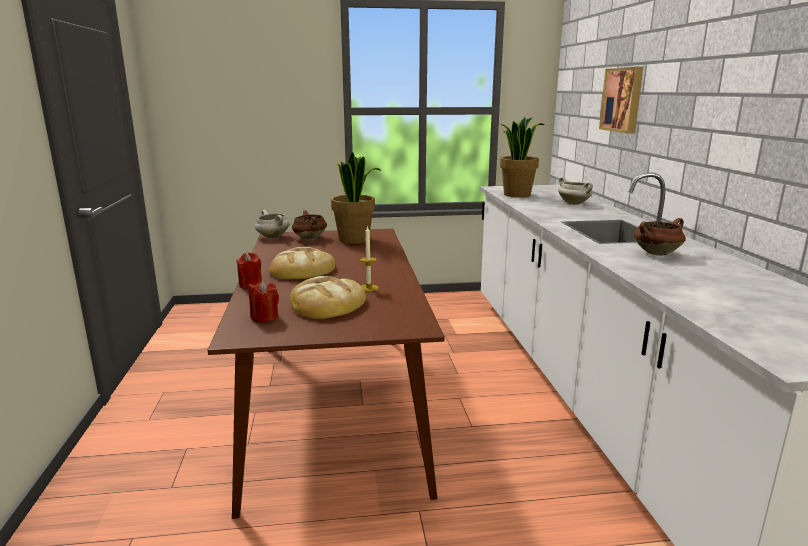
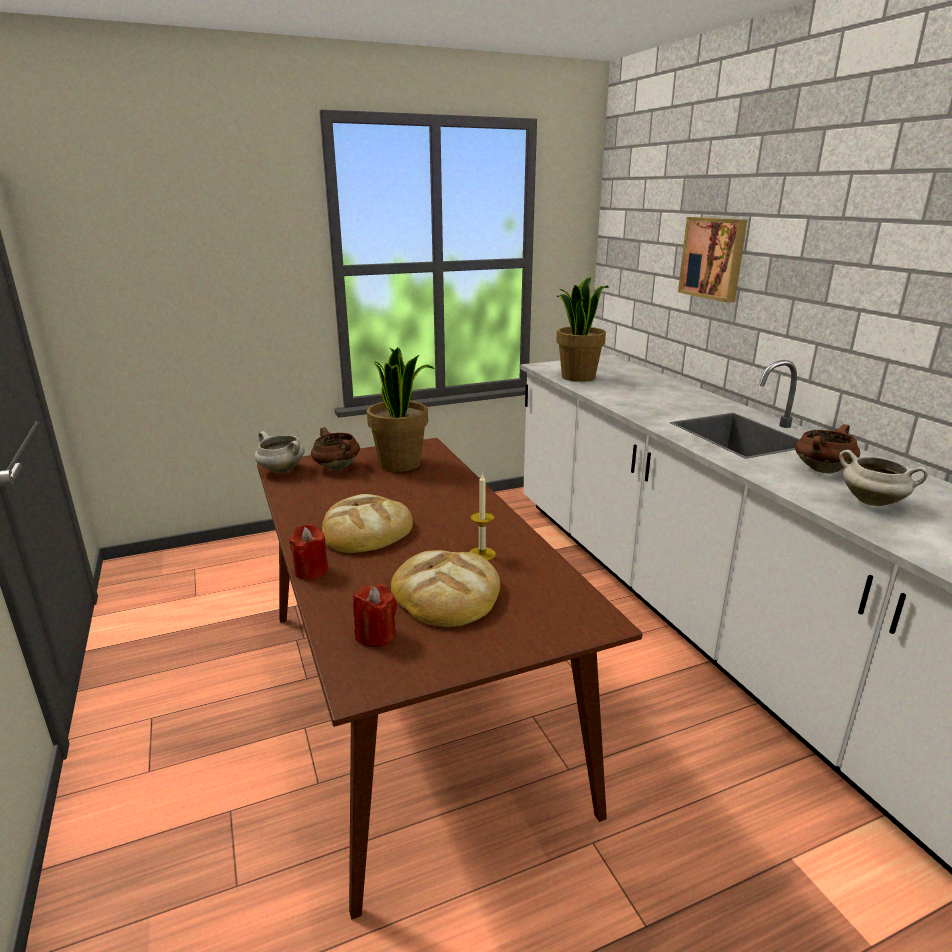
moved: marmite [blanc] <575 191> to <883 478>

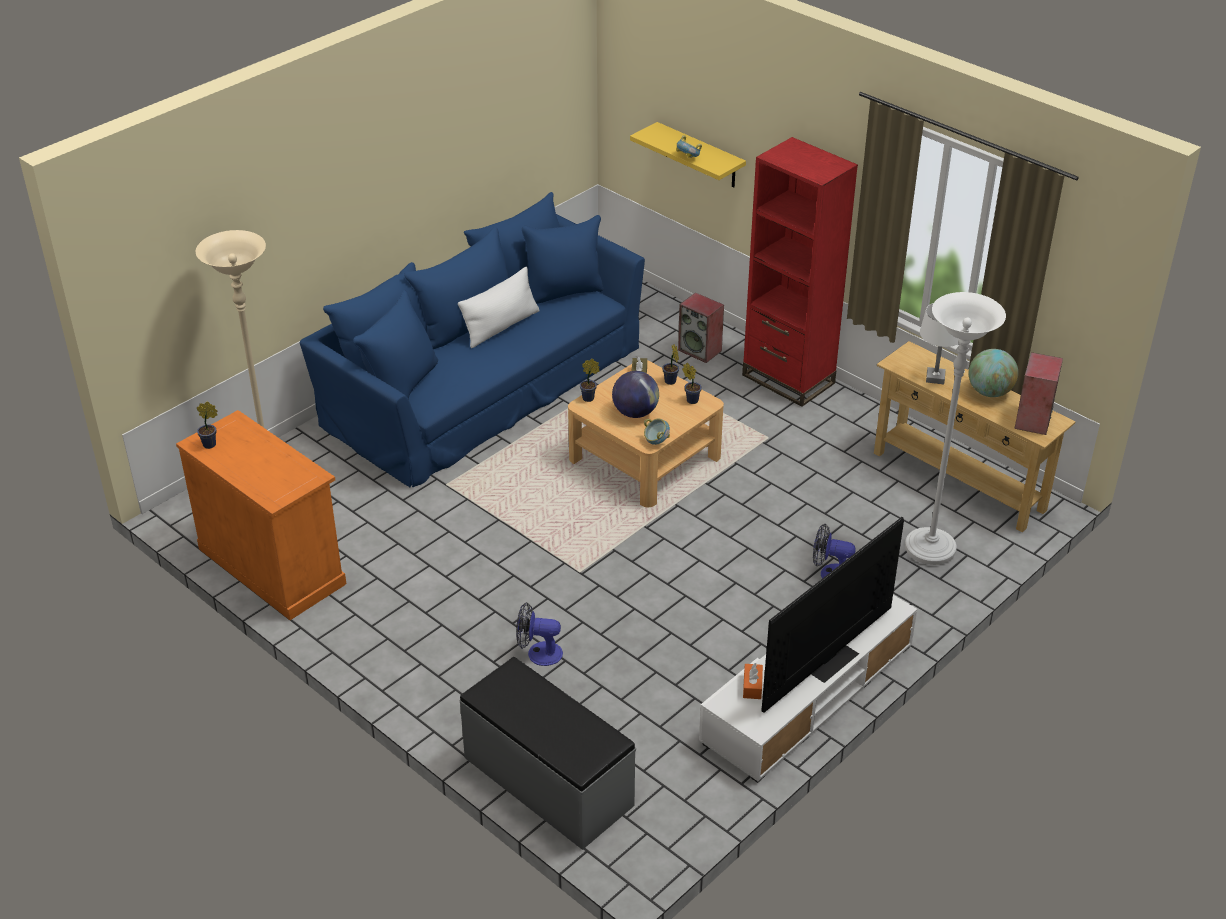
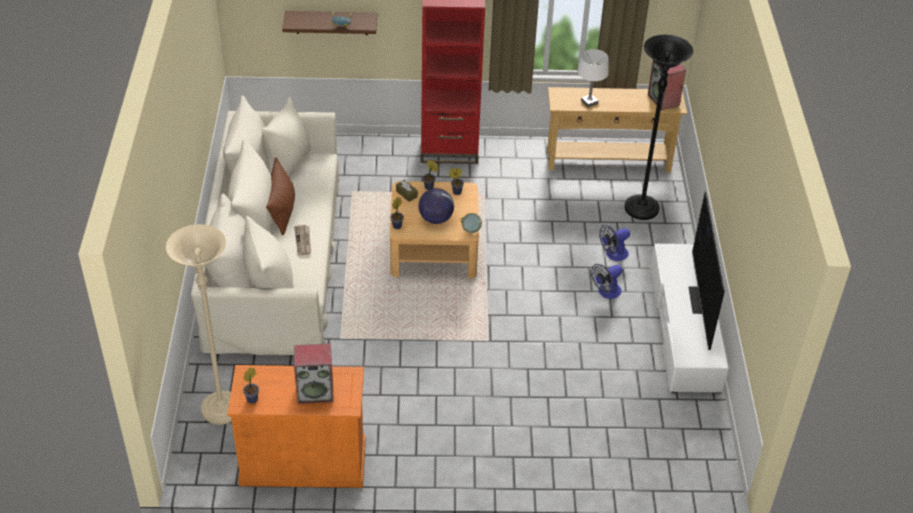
removed: globe <993 373>; banc [gris] <548 753>; boîte à mouchoirs [orange] <753 681>
added: journal <302 240>
moved: enceinte <701 328> to <314 373>; ventilateur <539 634> to <607 281>
recoloured: étagère [jaune] <688 154> to étagère [marron] <329 23>; canapé [bleu] <472 339> to canapé [beige] <265 225>; coussin [blanc] <499 307> to coussin [marron] <280 196>; lampadaire [blanc] <955 428> to lampadaire [noir] <659 127>

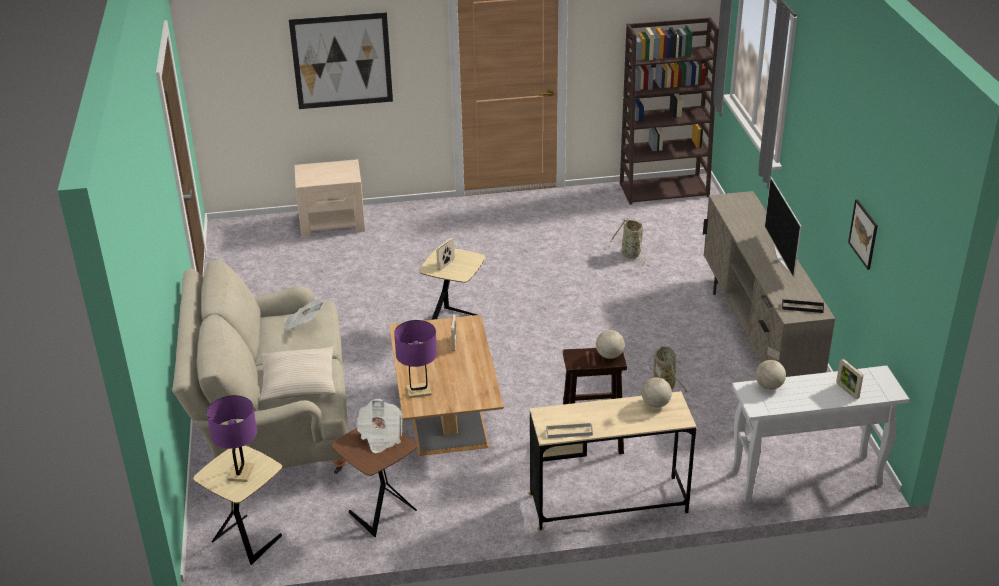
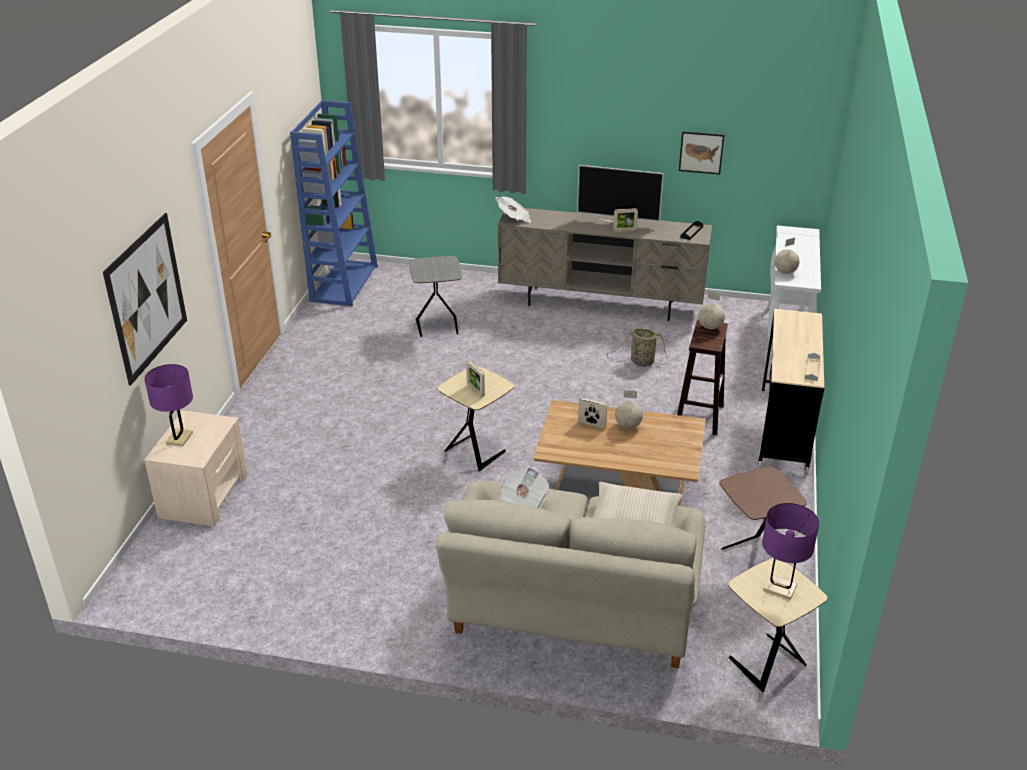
moved: lampe de table [violet] <415 359> to <168 405>; cadre photo <849 379> to <625 220>; globe <656 386> to <629 409>; journal <379 426> to <513 209>
replaced: panier <629 243> to table d'appoint [gris] <435 296>
recoloured: bibliothèque [marron] <669 111> to bibliothèque [bleu] <334 203>

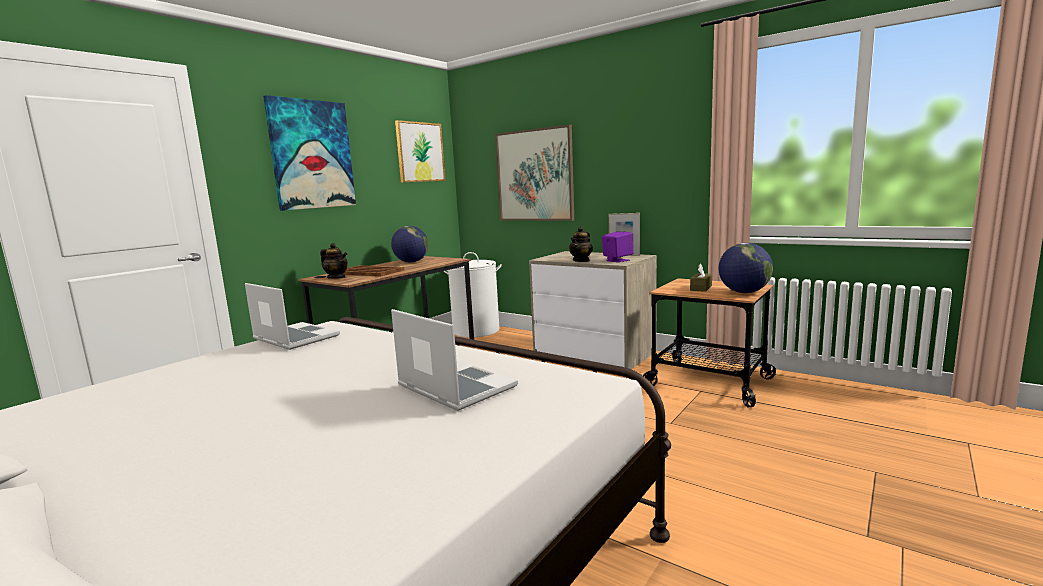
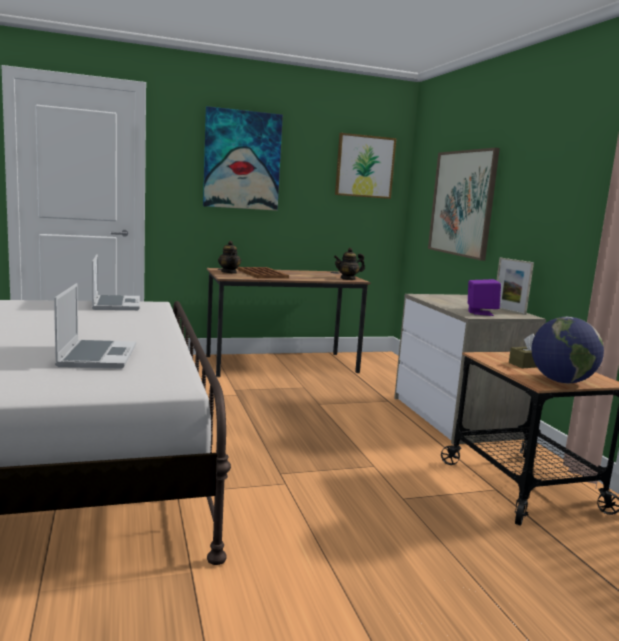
removed: globe <409 244>; panier à linge [blanc] <473 294>
moved: théière <581 244> to <349 264>

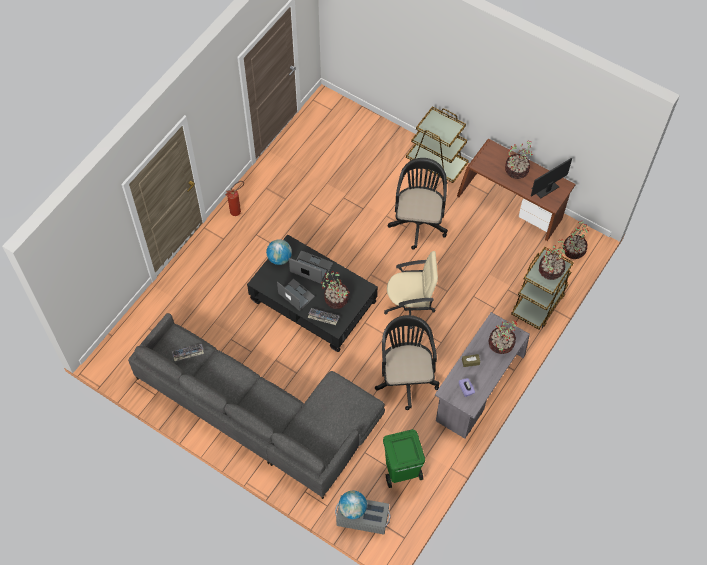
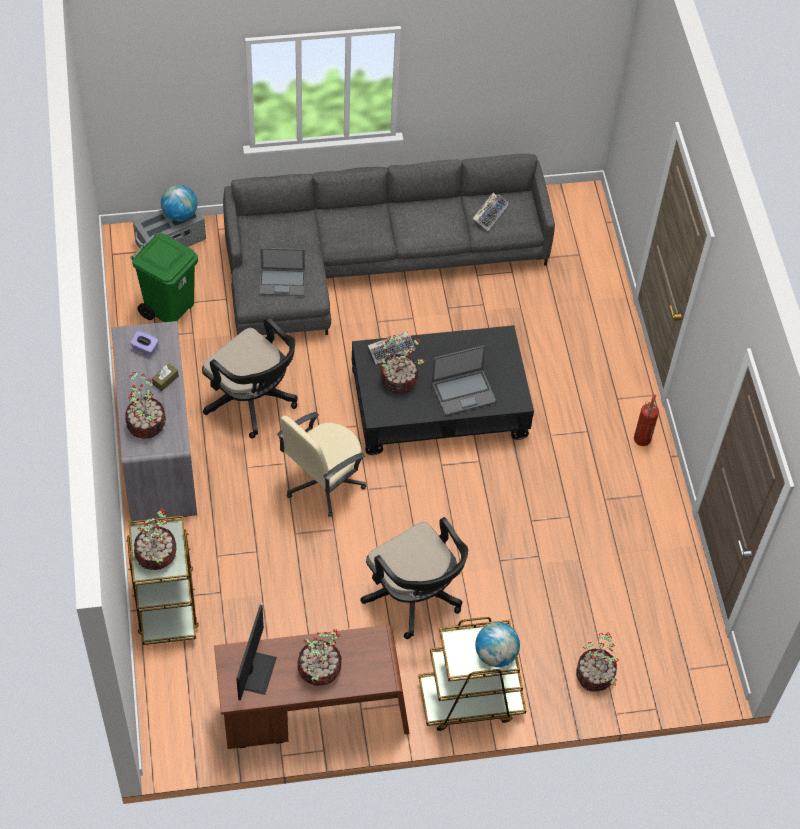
moved: plante en pot <576 239> to <597 662>; globe <279 252> to <497 644>; ordinateur portable <296 295> to <282 272>

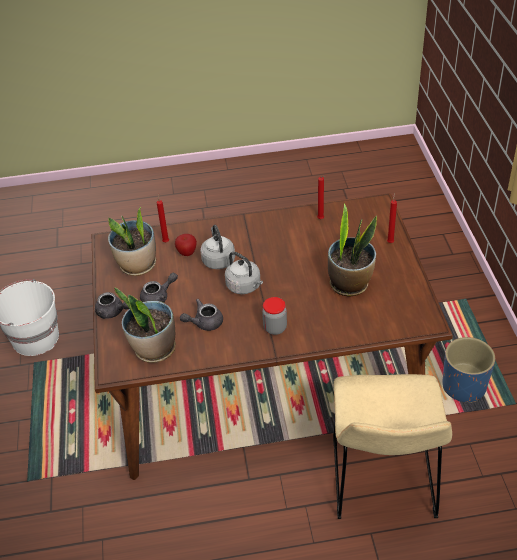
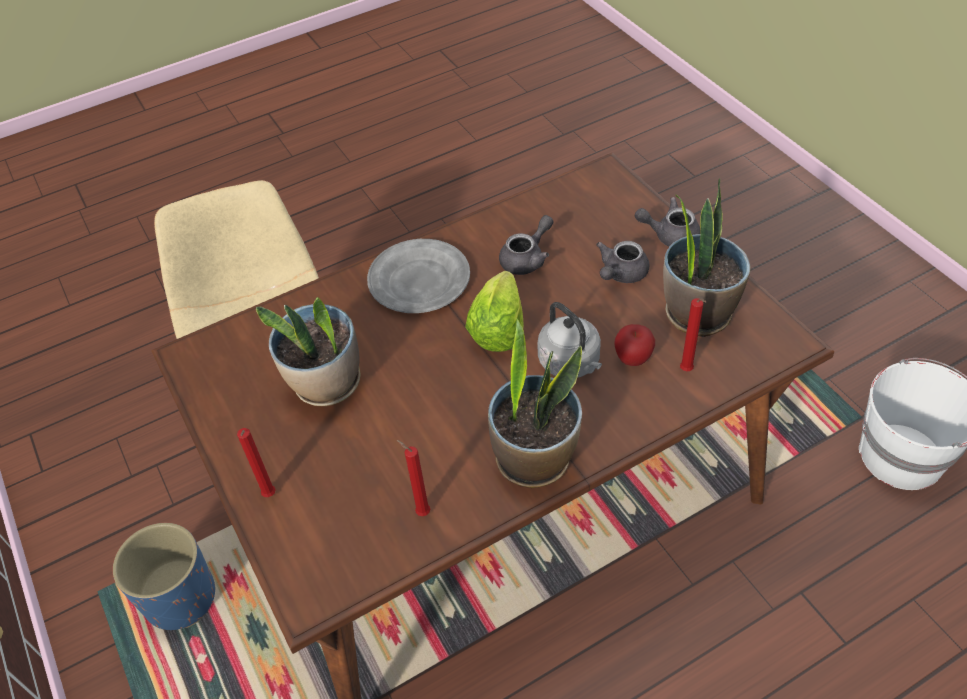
moved: plante en pot <145 325> to <535 403>
replaced: bouilloire [gris] <244 273> to laitue <494 311>; bocal <274 316> to assiette [gris] <418 276>

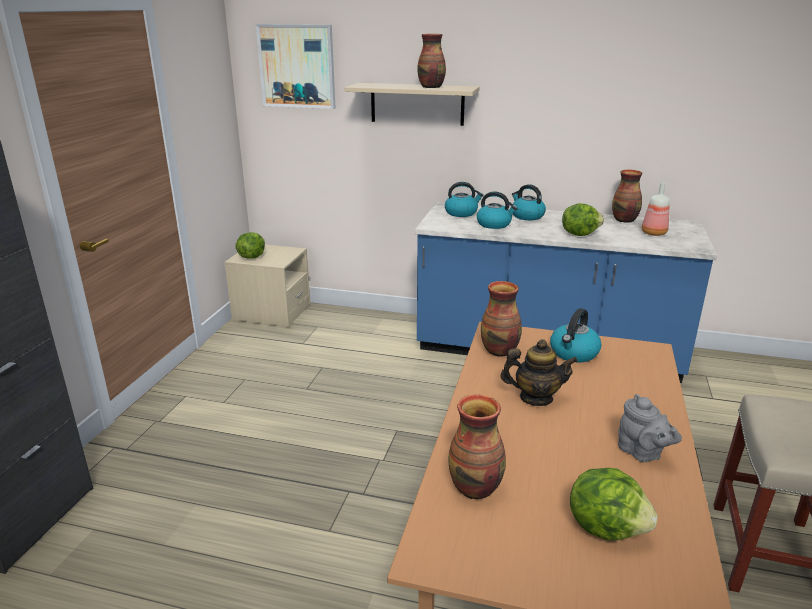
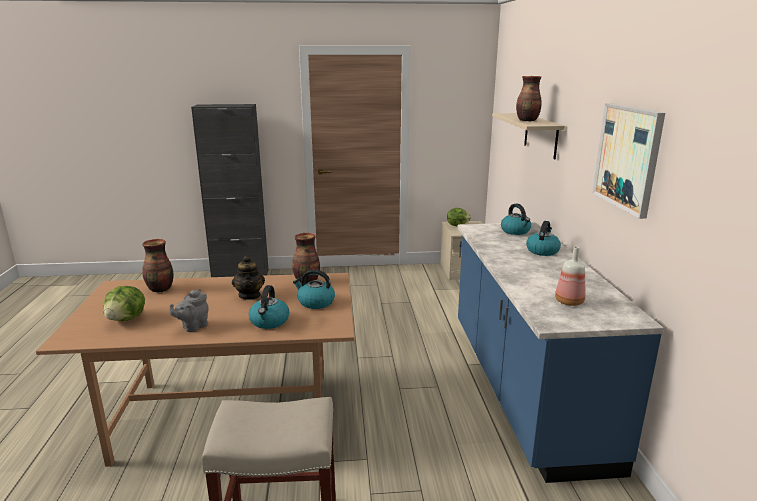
removed: vase <627 196>; laitue <583 219>
moved: tableau <295 66> to <628 161>; bouilloire <497 210> to <269 307>

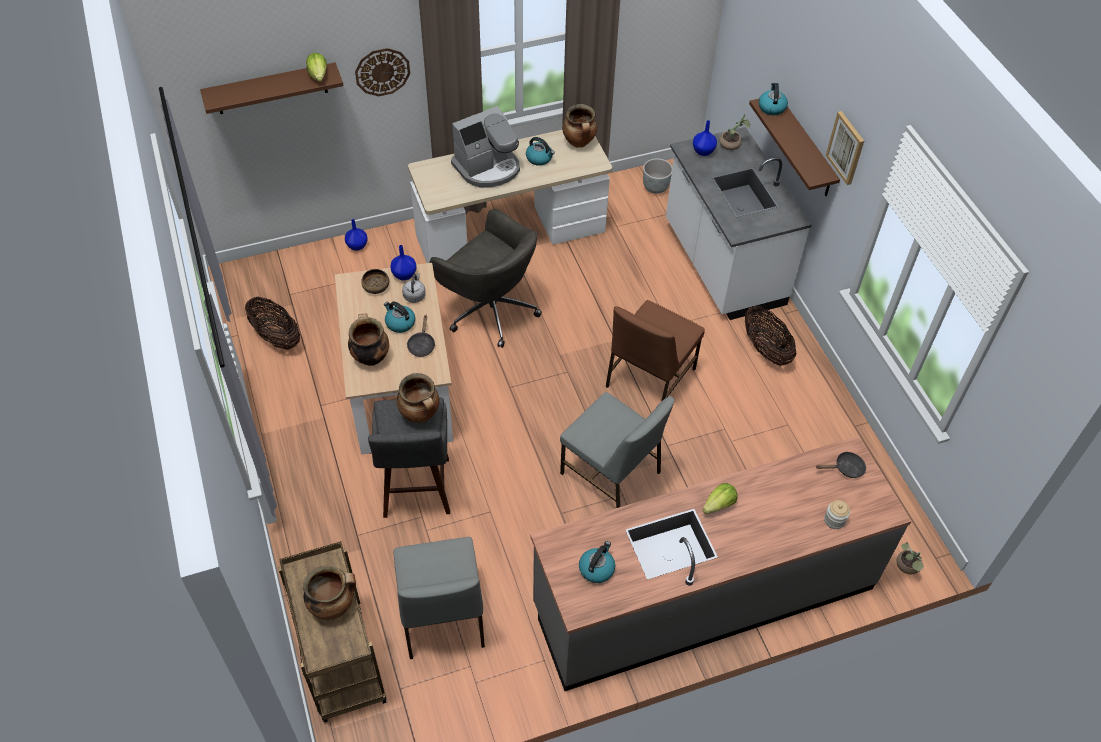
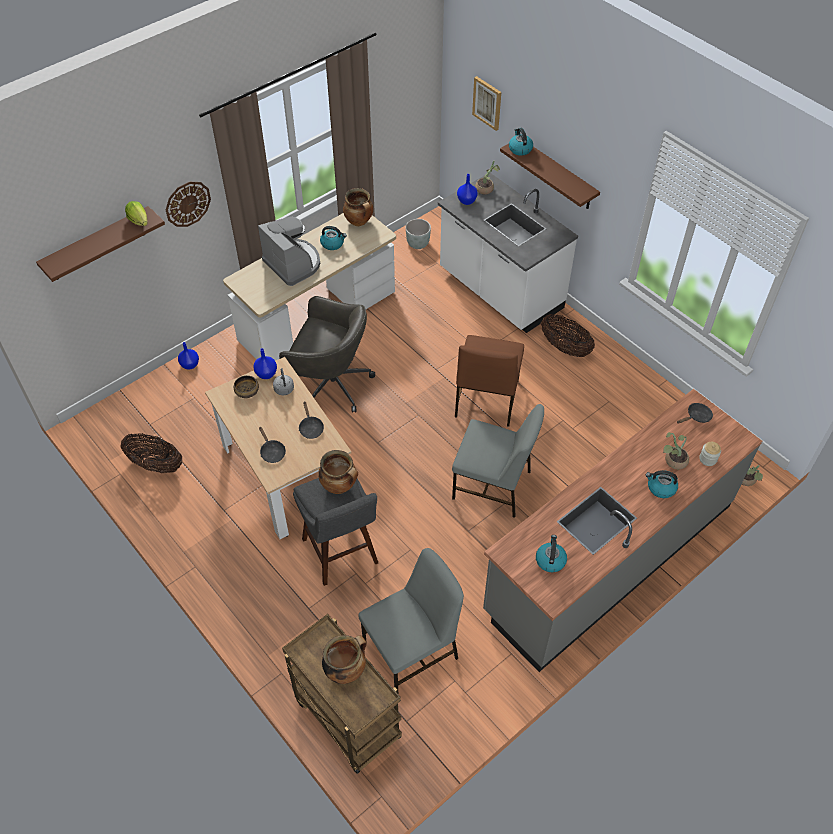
removed: laitue <720 498>
added: plante en pot <676 450>
moved: tableau <845 148> to <486 103>; bouilloire <399 317> to <662 484>
replaced: marmite <368 340> to poêle [noir] <272 445>
turned: machine à café <485 147> = <289 251> 75 degrees counterclockwise; chaise [gris] <439 598> = <411 619> 90 degrees counterclockwise

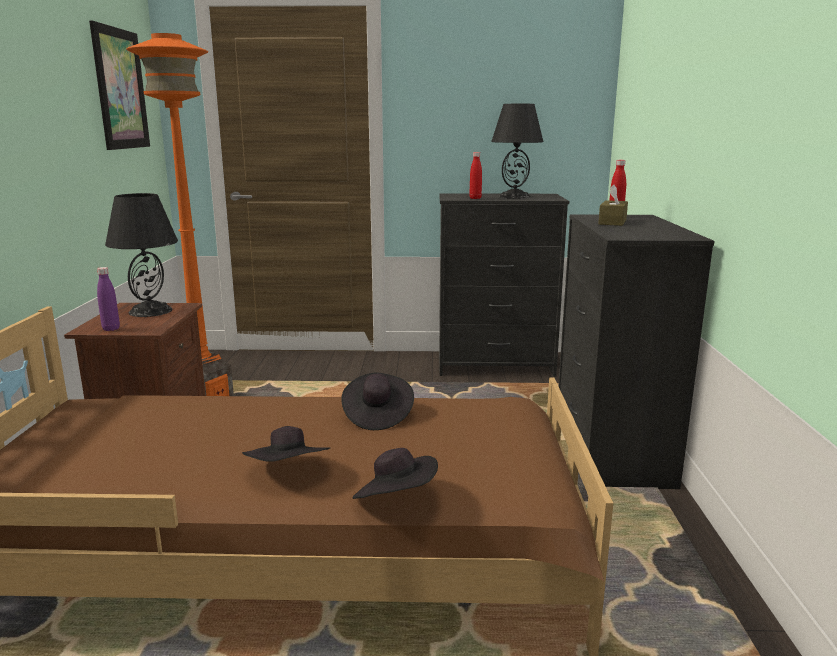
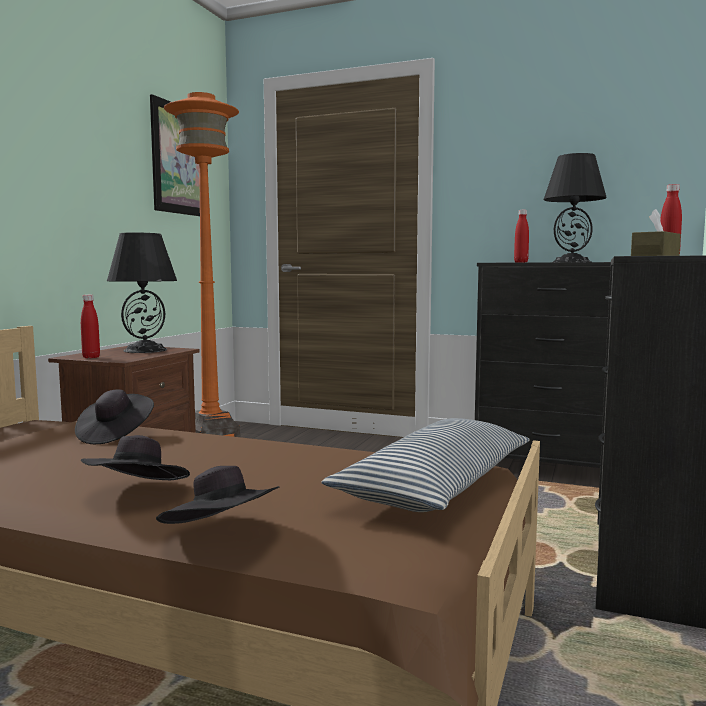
added: coussin <425 465>
moved: chapeau [noir] <377 401> to <114 416>
recoloured: bouteille [violet] <108 299> to bouteille [rouge] <90 326>

